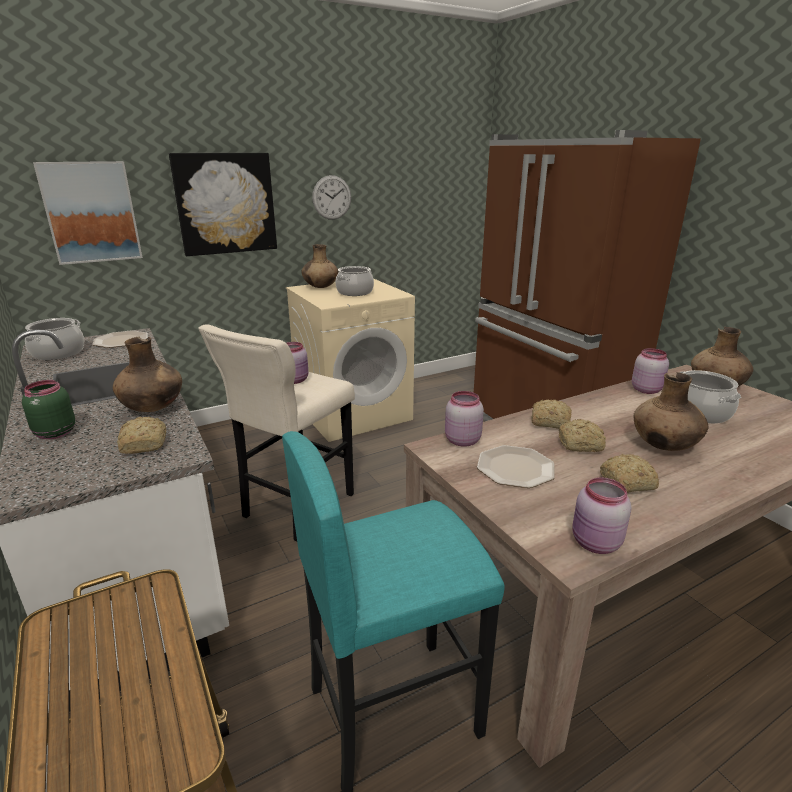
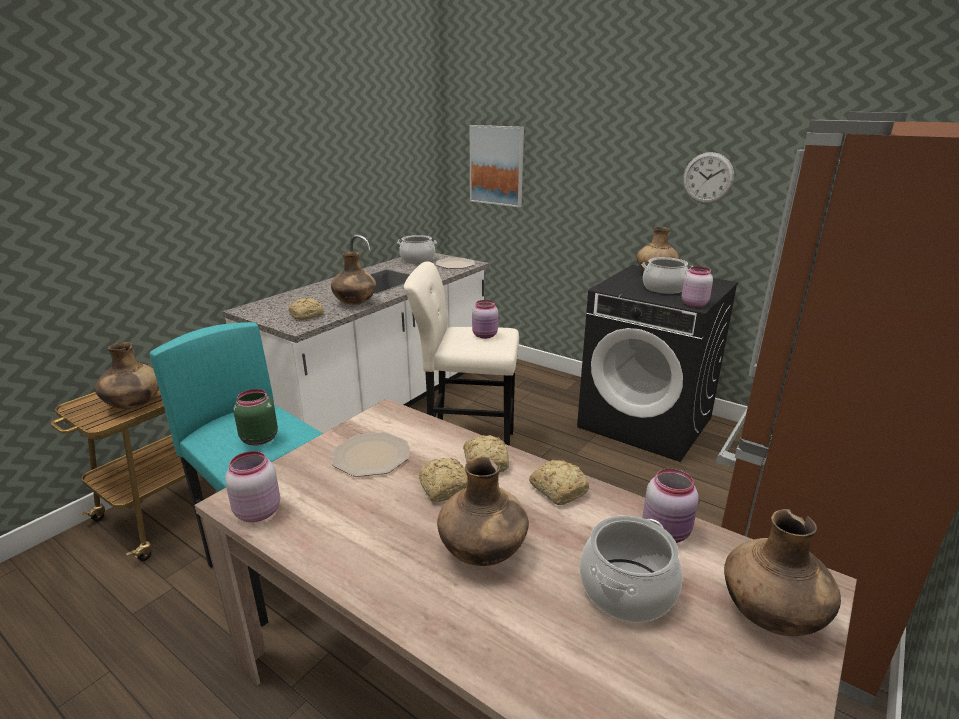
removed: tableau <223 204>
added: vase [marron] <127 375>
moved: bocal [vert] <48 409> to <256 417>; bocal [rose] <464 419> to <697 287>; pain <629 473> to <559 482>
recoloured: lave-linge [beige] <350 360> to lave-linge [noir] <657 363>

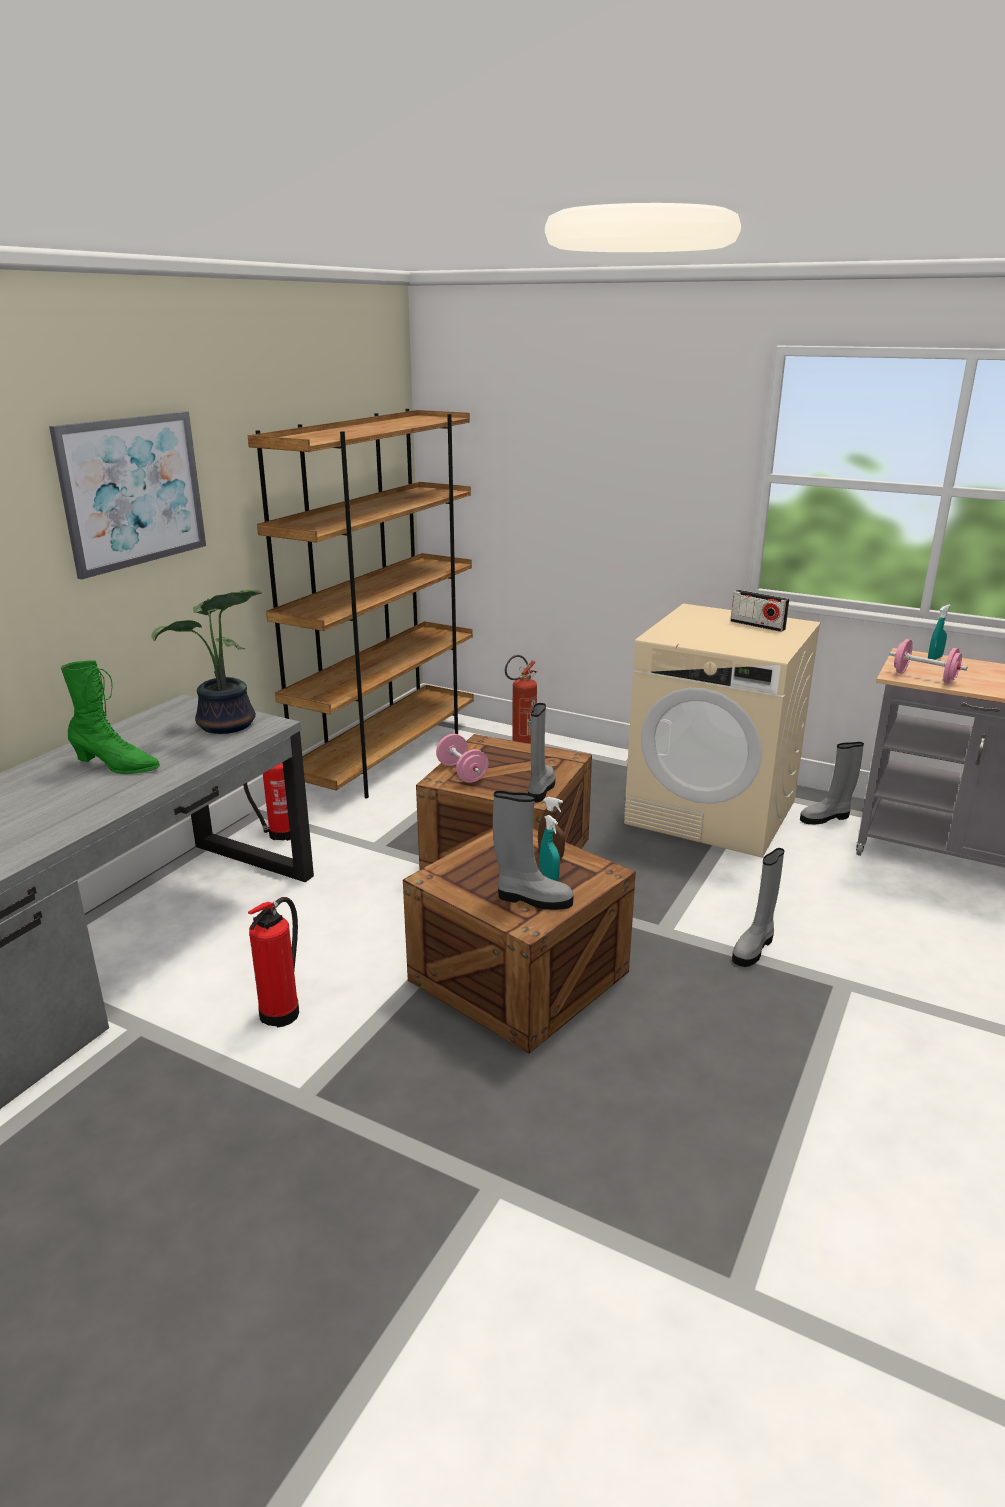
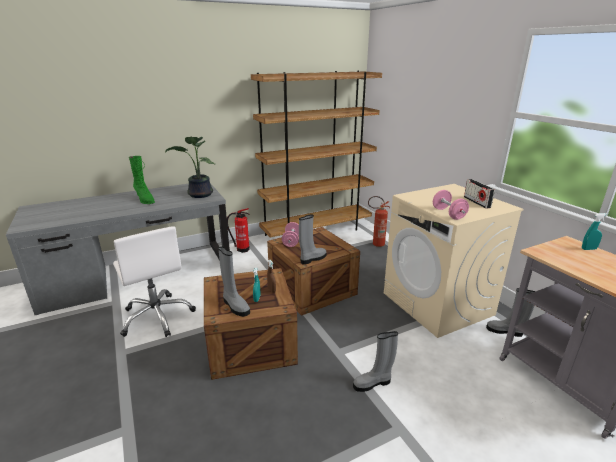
removed: tableau <127 495>
moved: haltère [rose] <928 661> to <451 205>
replaced: extincteur <273 962> to chaise de bureau [blanc] <154 281>

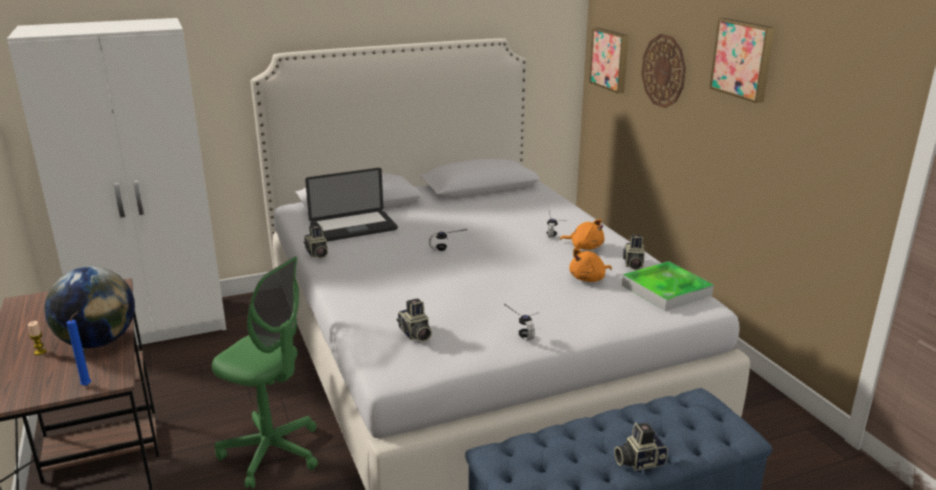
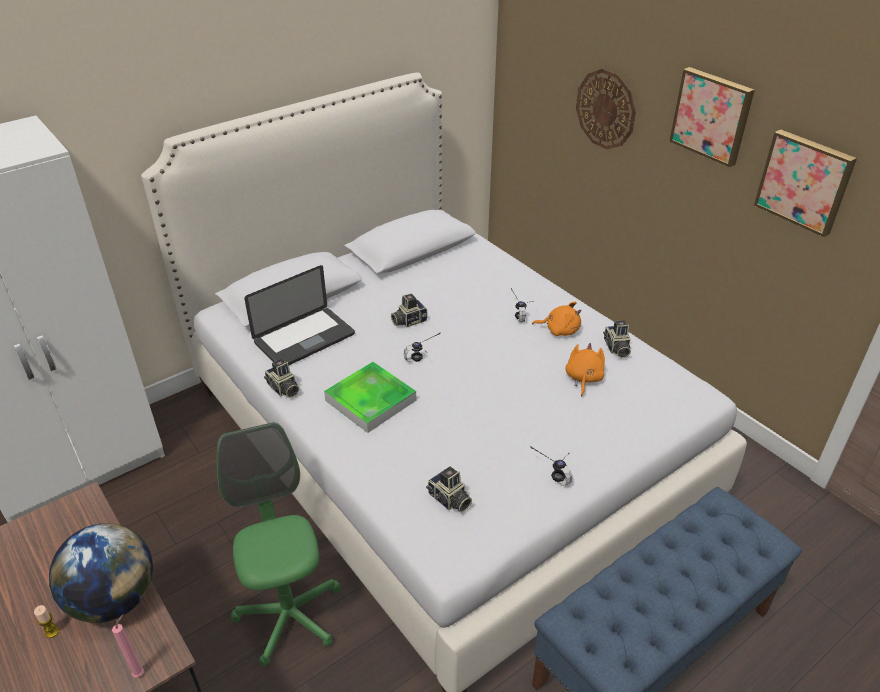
moved: tableau <609 60> to <805 183>; plateau <668 286> to <370 397>; appareil photo <641 447> to <409 311>
recoloured: bougie [bleu] <79 348> to bougie [rose] <128 646>
turned: peluche [orange] <590 265> = <585 369> 150 degrees clockwise; chaise de bureau [vert] <265 372> = <279 544> 120 degrees counterclockwise

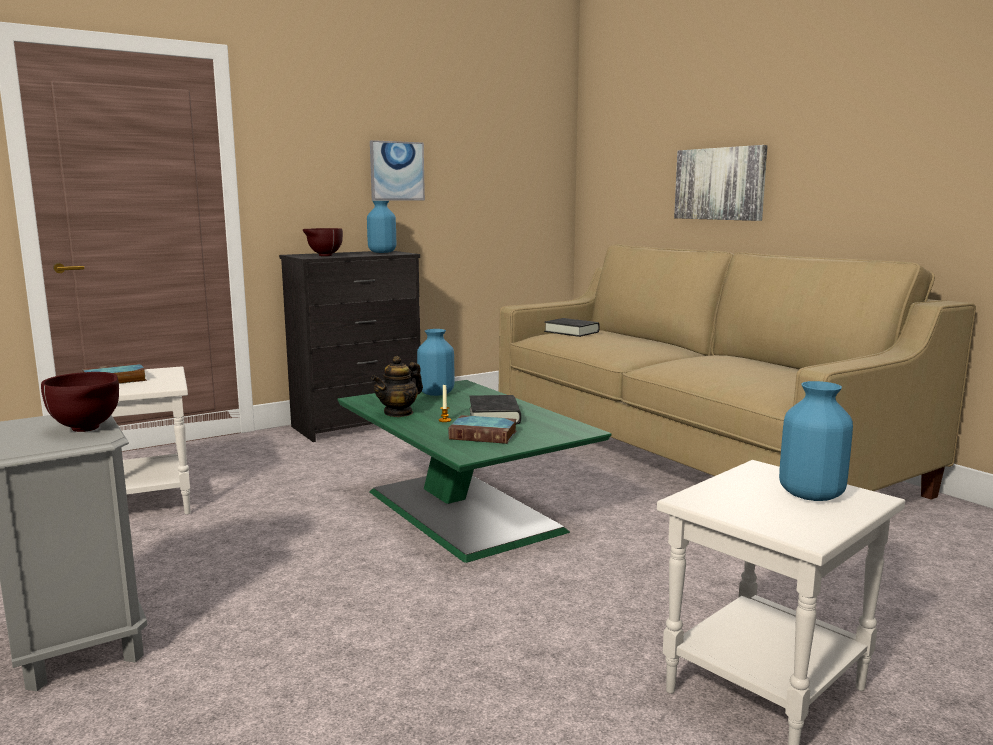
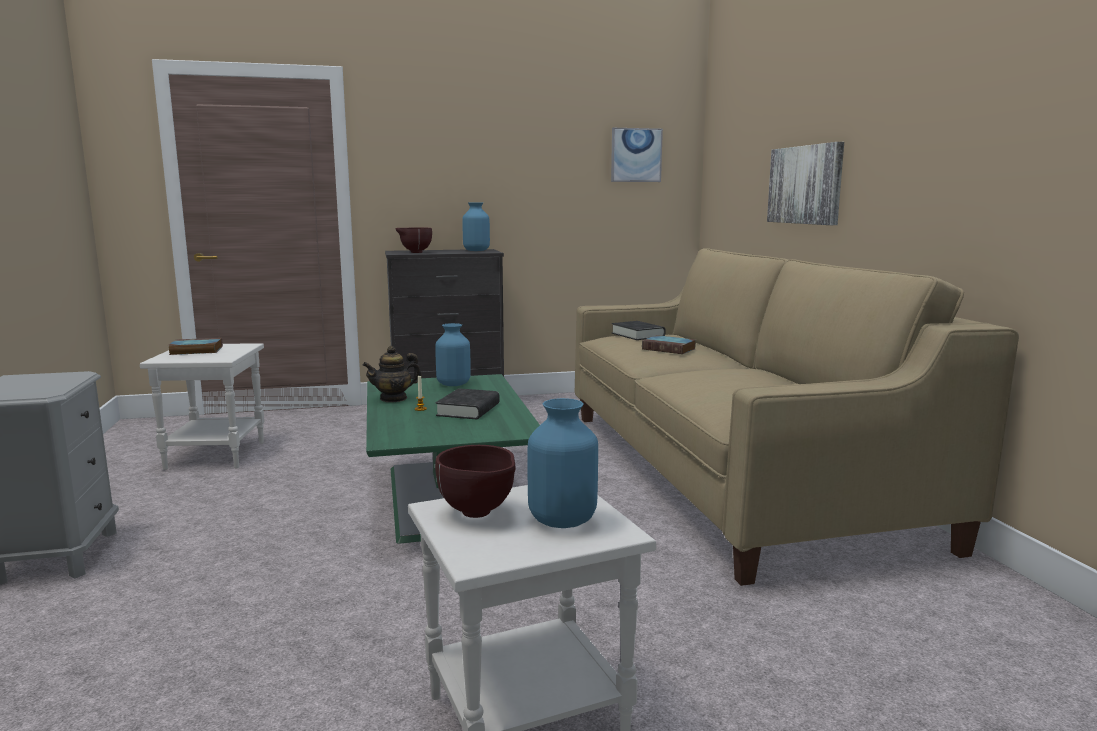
moved: tableau <397 170> to <637 155>; bol [marron] <80 402> to <475 481>; livre <482 429> to <669 344>

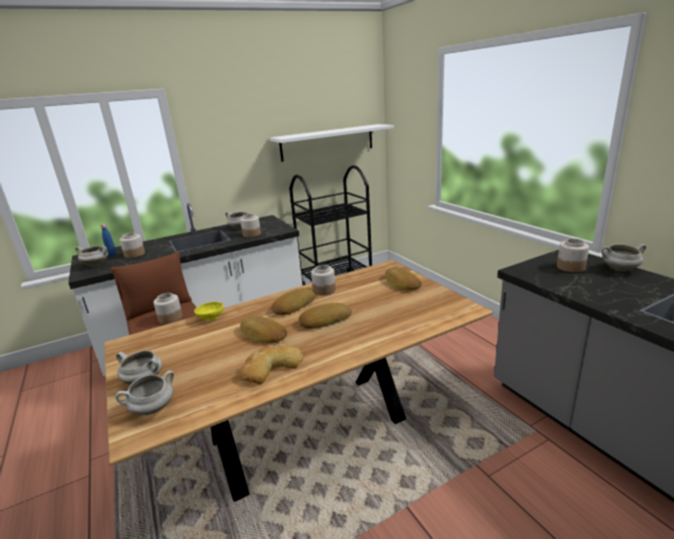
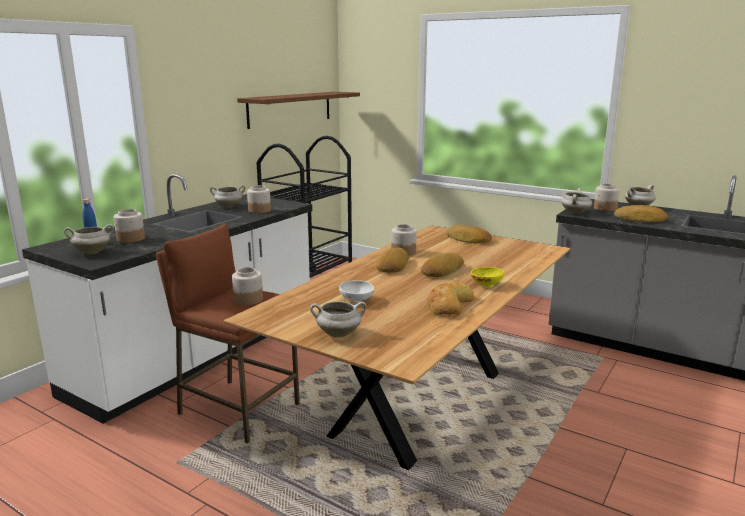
added: bol [blanc] <356 291>
moved: bol [jaune] <208 311> to <487 277>; pain <263 329> to <640 213>; marmite [blanc] <144 393> to <576 201>
recoloured: étagère [blanc] <332 143> to étagère [marron] <298 110>

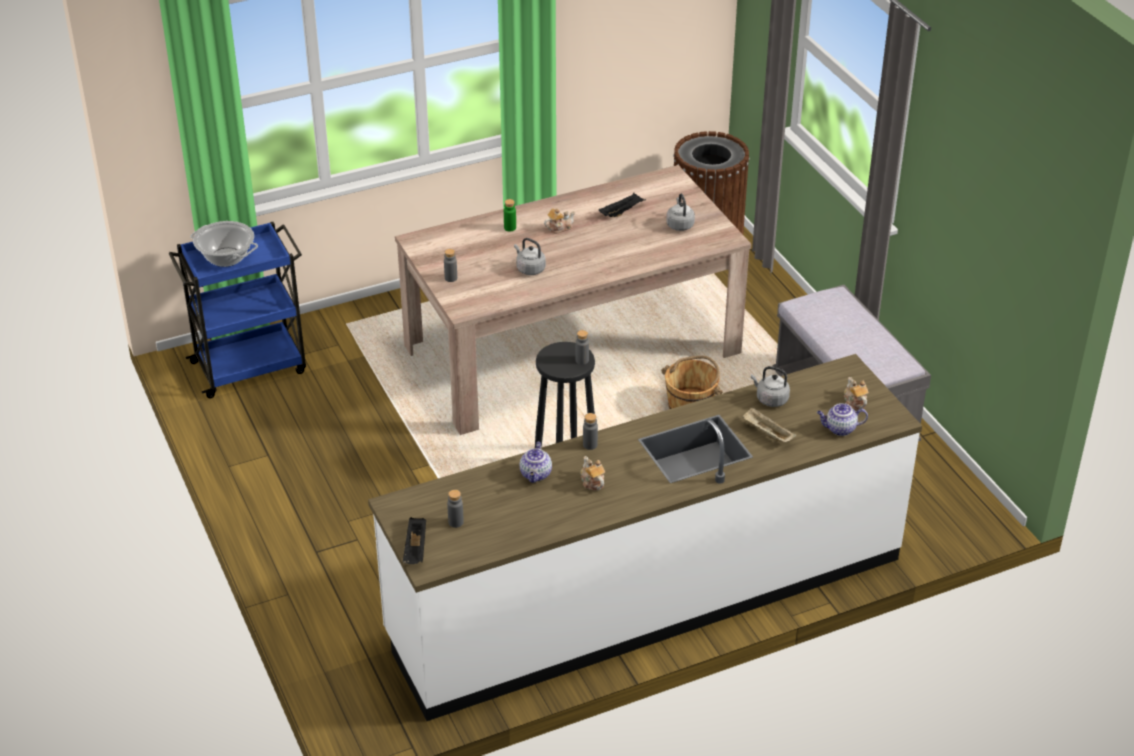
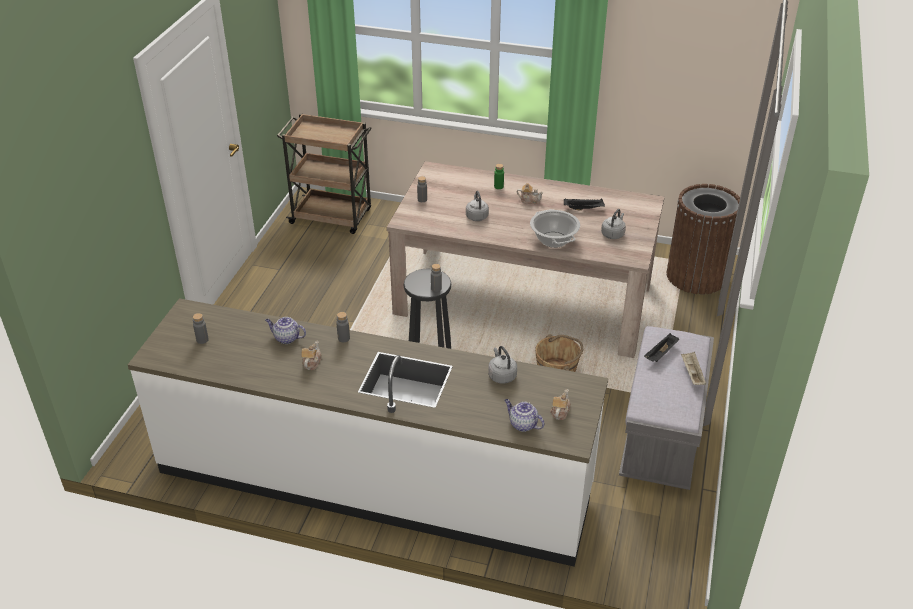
moved: marmite <224 244> to <555 228>; plateau [beige] <769 424> to <693 368>; plateau [noir] <414 540> to <661 347>
recoloured: chariot [bleu] <237 310> to chariot [marron] <324 173>
turned: théière <536 462> = <285 330> 60 degrees clockwise

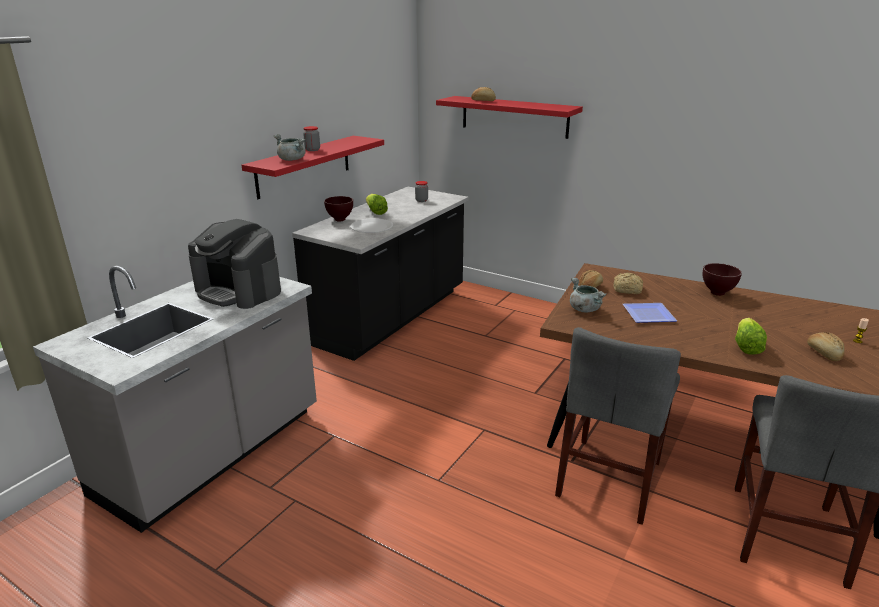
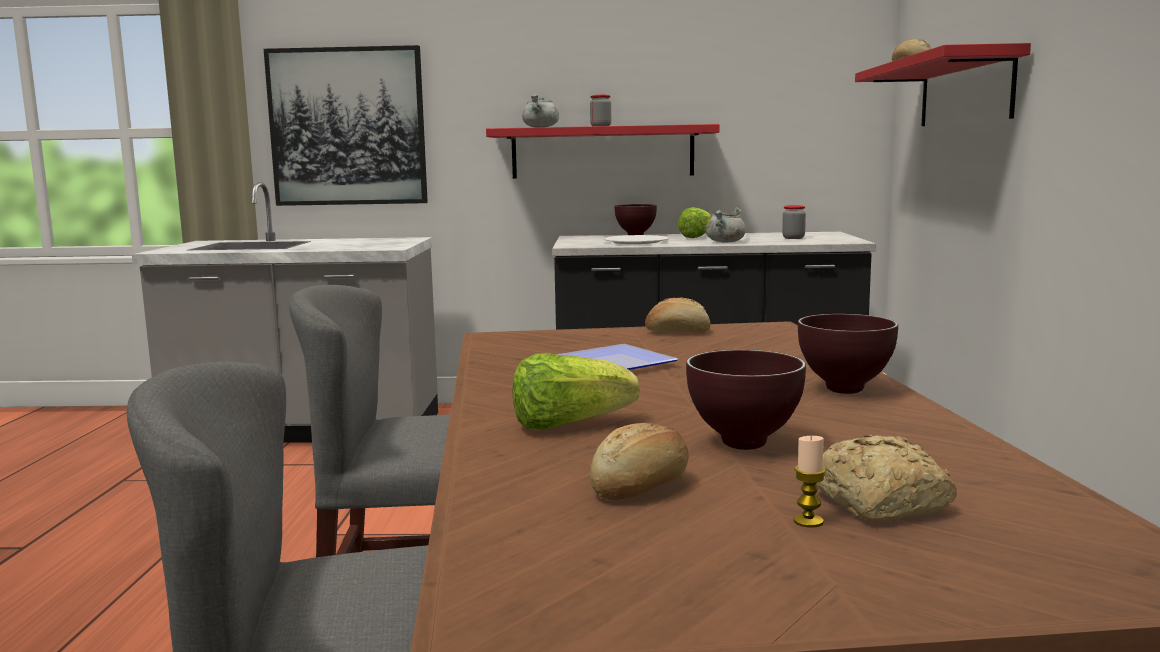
removed: machine à café <234 264>
added: tableau <346 125>; bol [marron] <746 400>
moved: pain <628 283> to <886 478>; marmite [gris] <588 295> to <726 224>

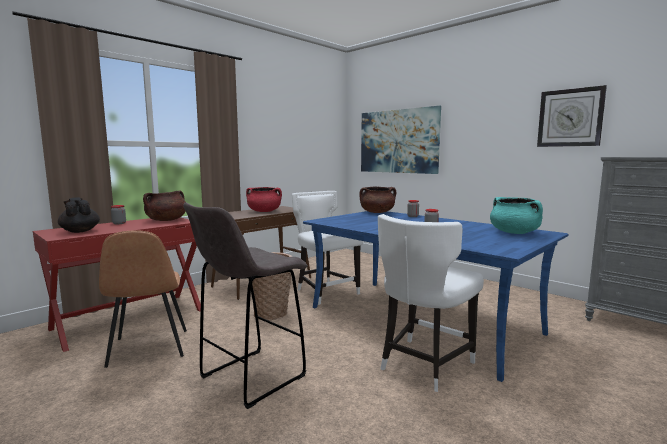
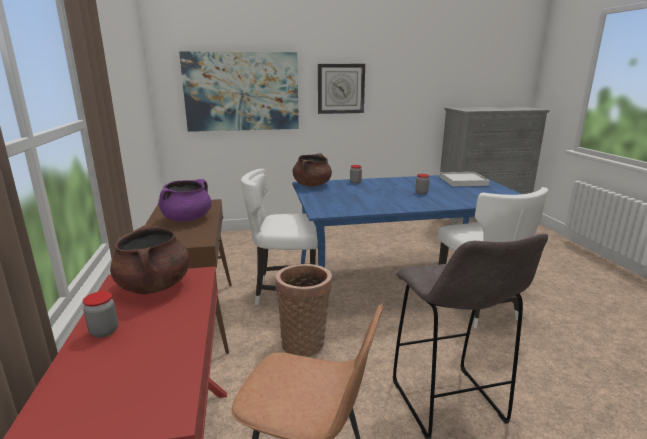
removed: théière [noir] <79 215>
moved: horloge murale <572 116> to <341 89>
replaced: marmite [turquoise] <516 215> to plateau [blanc] <465 179>
recoloured: marmite [rouge] <264 199> to marmite [violet] <184 200>

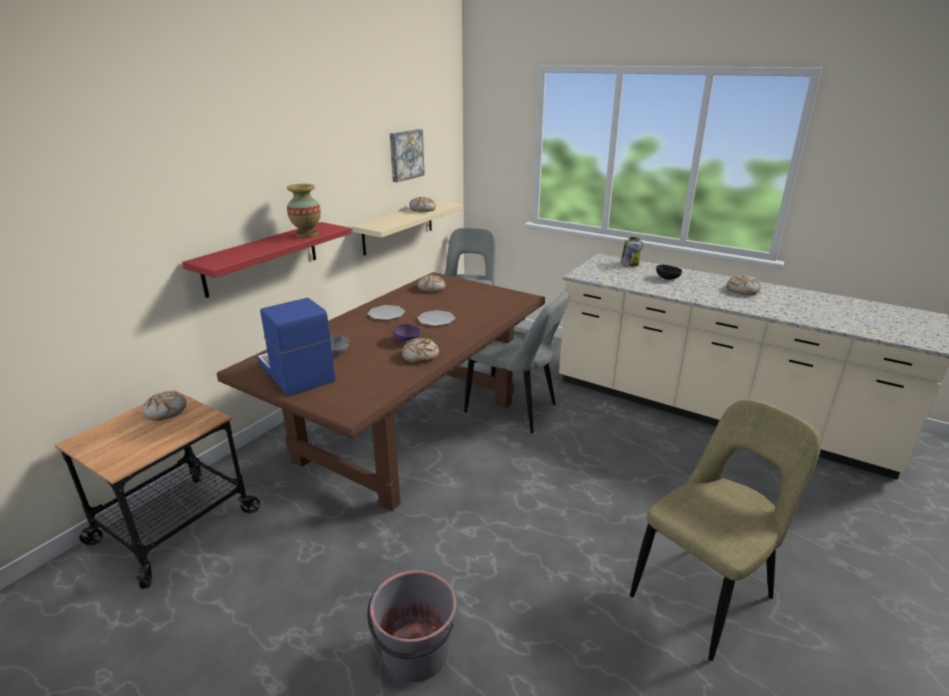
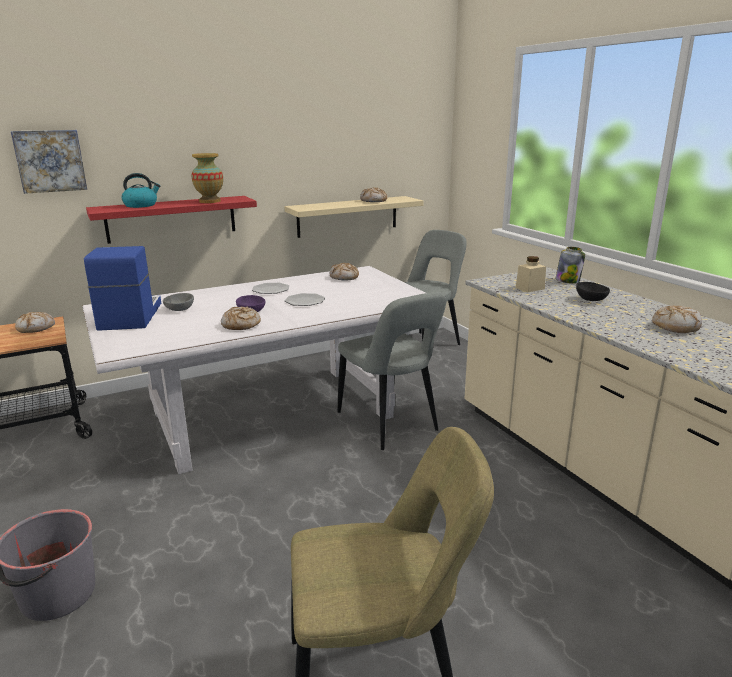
added: bouilloire <141 190>; bocal [beige] <530 274>
moved: tableau <407 155> to <49 162>
recoloured: table à manger [marron] <381 391> to table à manger [blanc] <253 370>

